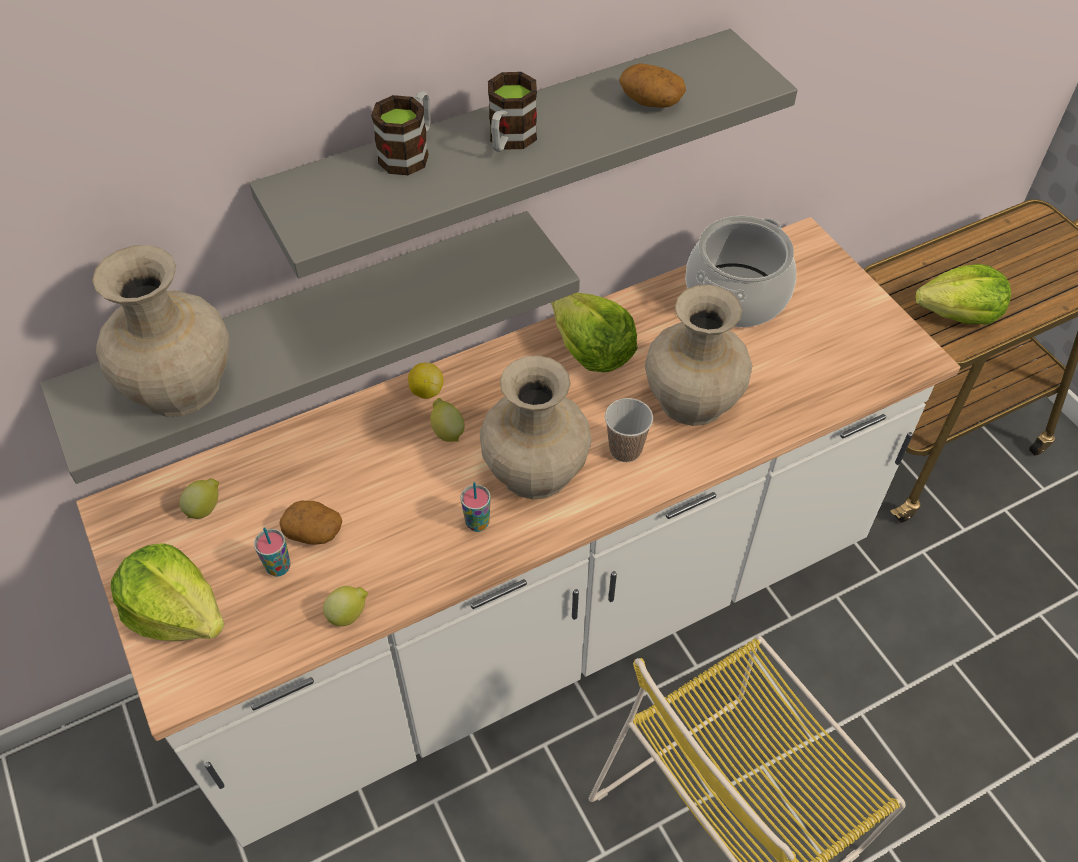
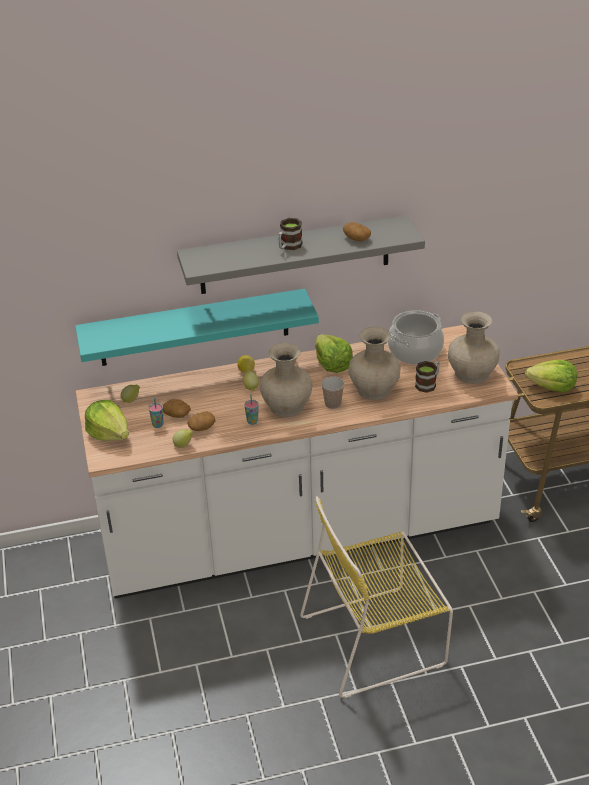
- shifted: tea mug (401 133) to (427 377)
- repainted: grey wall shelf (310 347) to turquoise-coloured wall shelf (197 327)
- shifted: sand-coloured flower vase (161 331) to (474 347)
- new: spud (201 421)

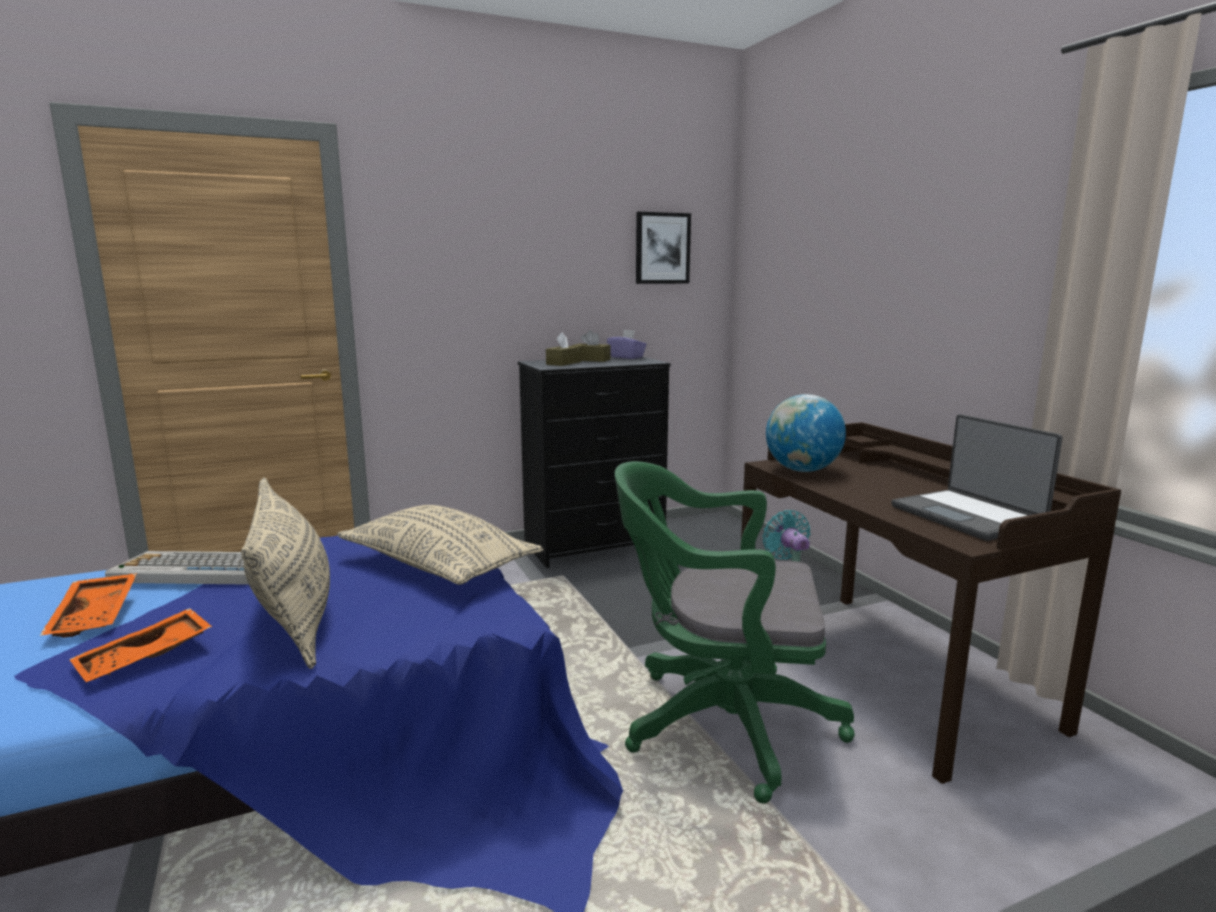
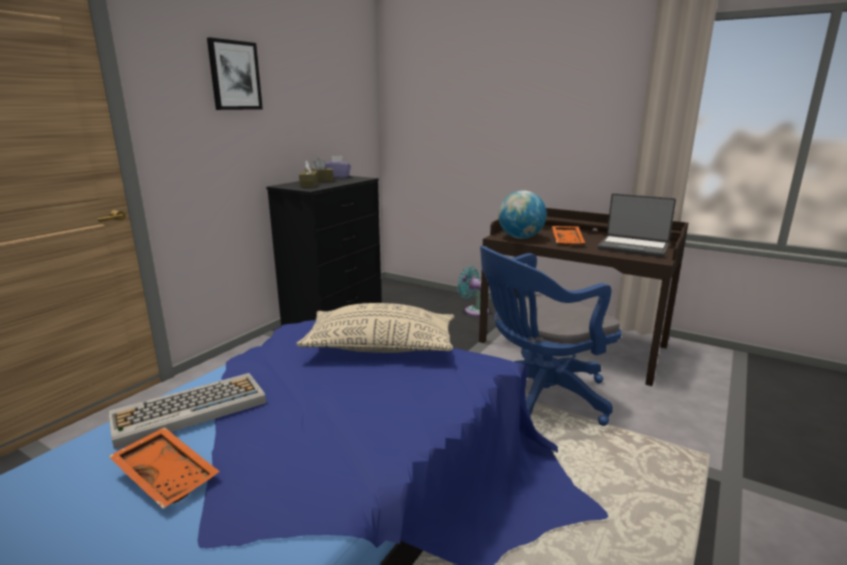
- shifted: picture (663 248) to (235 73)
- repainted: green desk chair (735 632) to blue desk chair (551 336)
- gone: sand-coloured cushion (285 573)
- shifted: orange-coloured carrying tray (140 645) to (568 236)

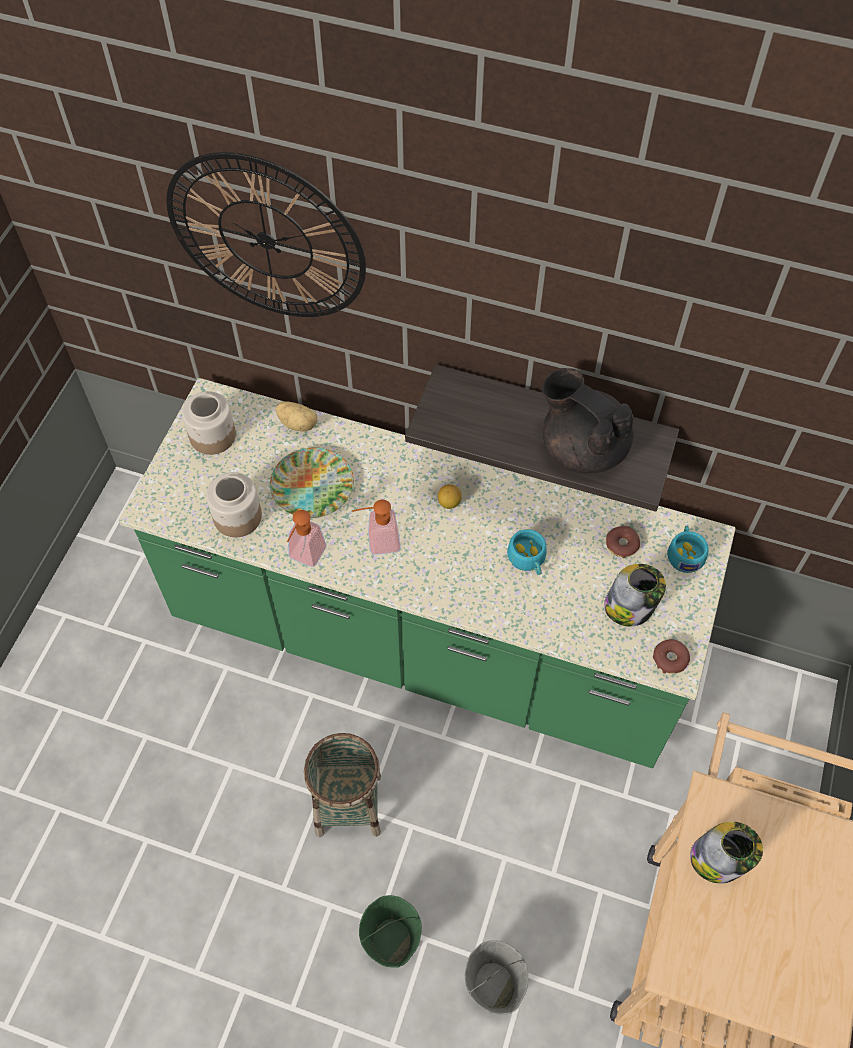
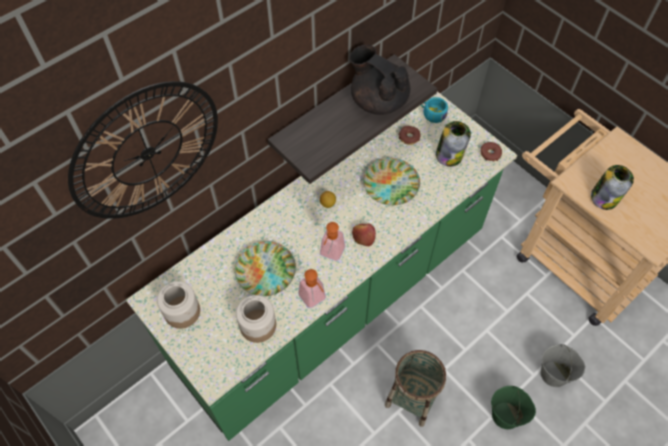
- rotated: blackish tea pot (588 420) = (379 80) 60 degrees clockwise
- gone: spud (296 416)
- swapped: turquoise-coloured cup (527 552) to dinner plate (391 182)
- new: apple (364 235)

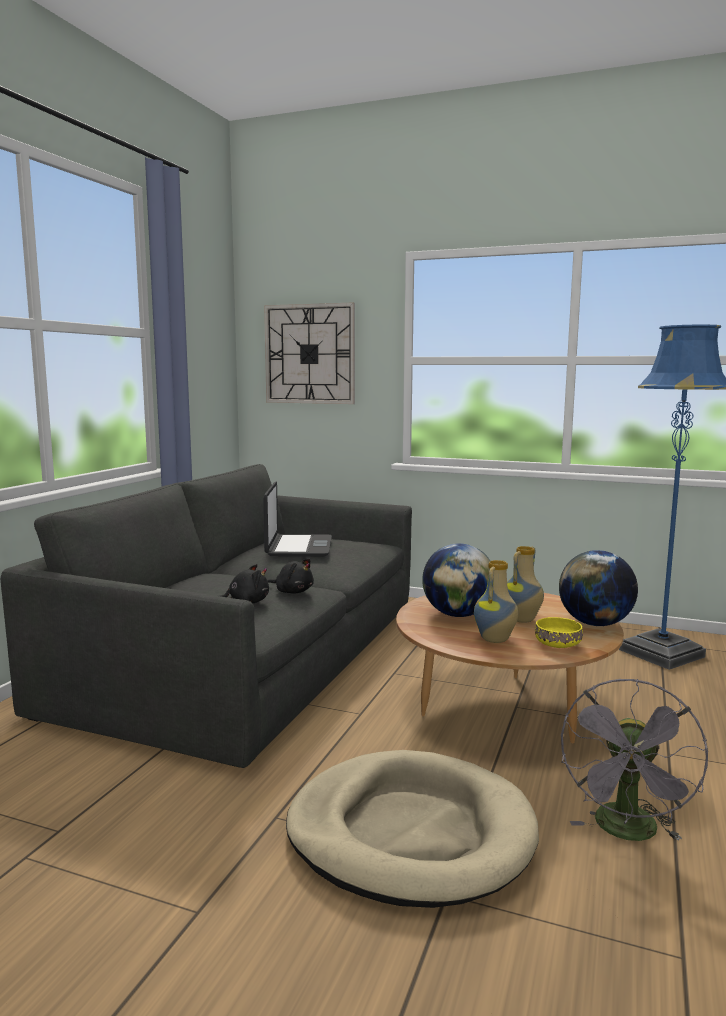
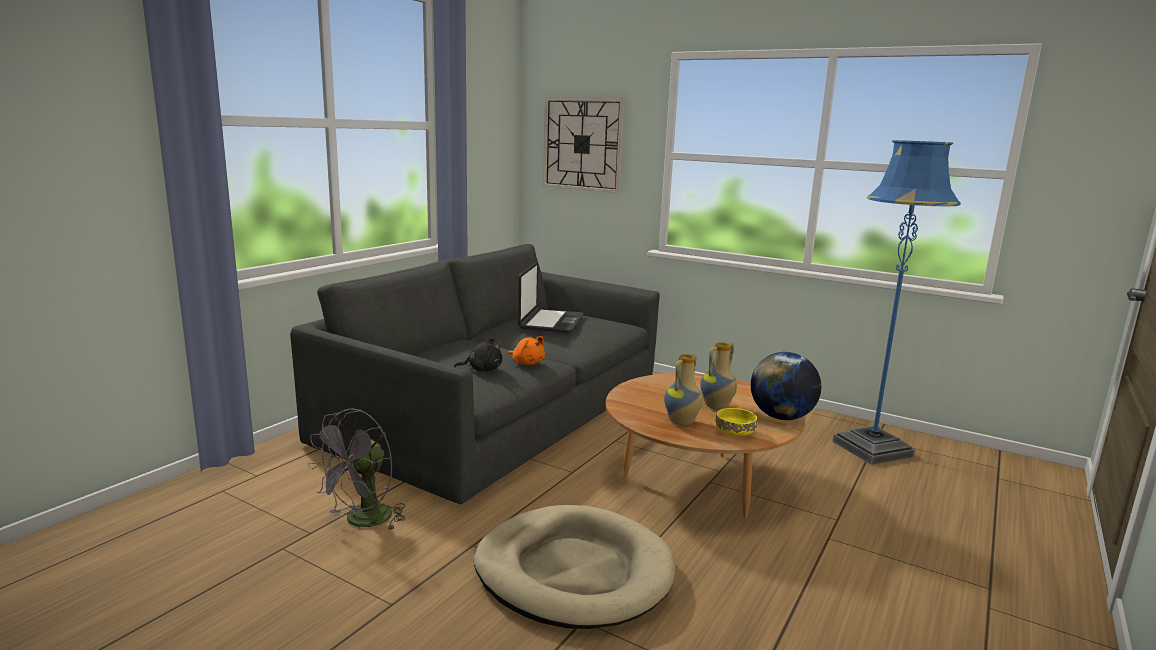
- gone: desk globe (456 580)
- repainted: blackish soft toy (291 576) to orange-coloured soft toy (526 350)
- shifted: grey fan (634 760) to (356 469)

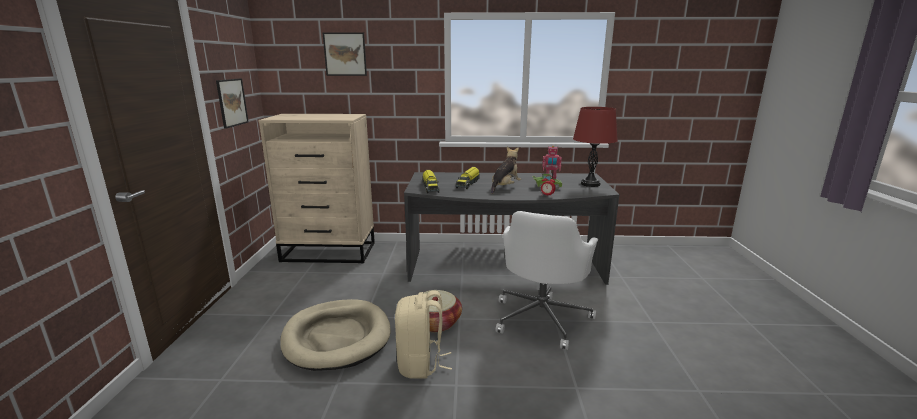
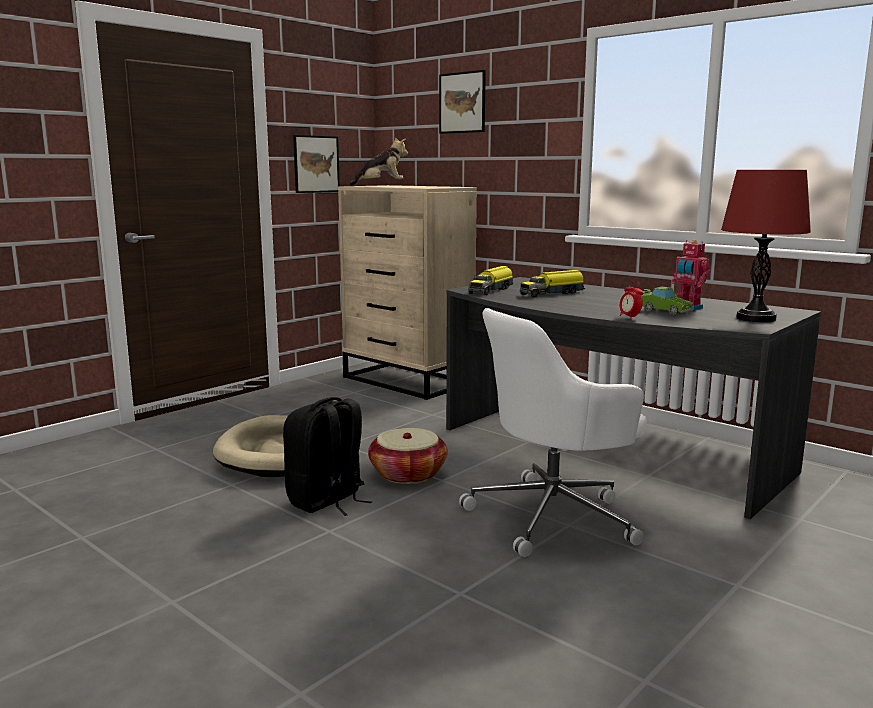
- shifted: soft toy (506 170) to (378 161)
- repainted: sand-coloured rucksack (423 334) to blackish rucksack (327 456)

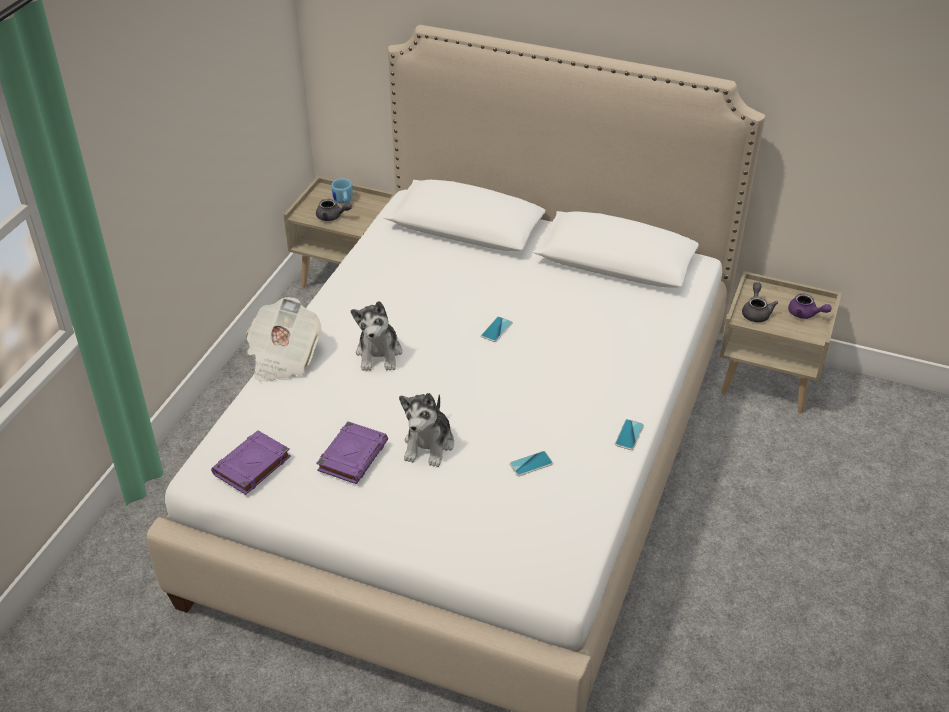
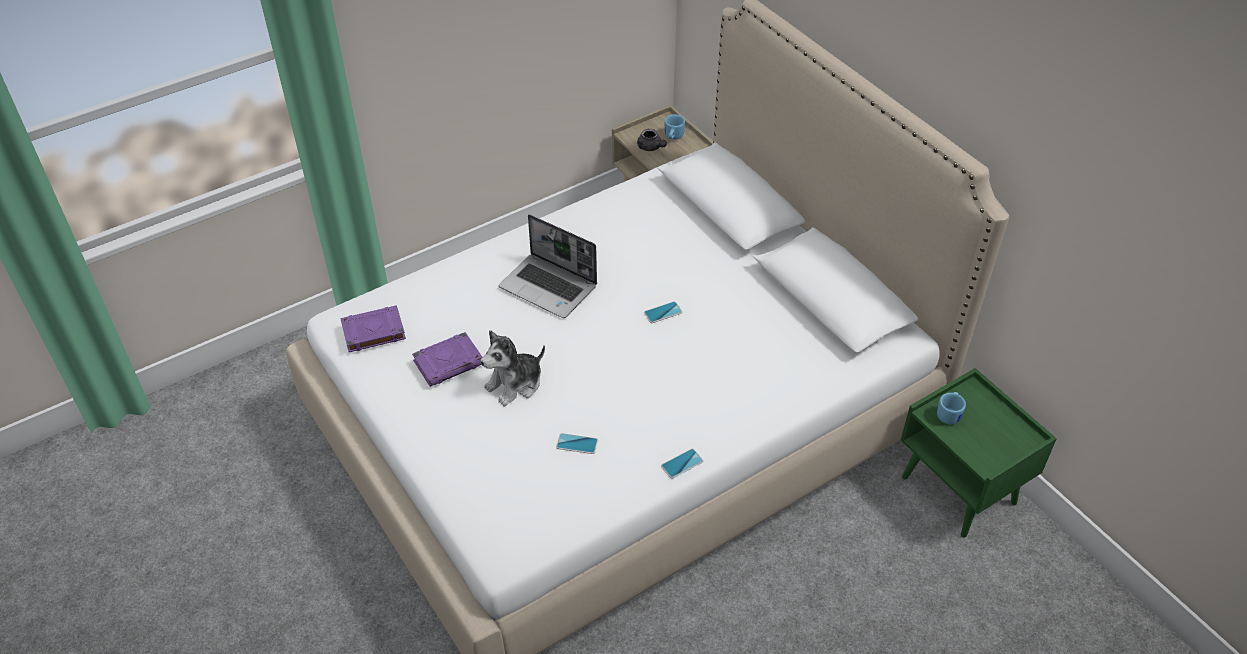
- repainted: sand-coloured night table (781 342) to green night table (979 453)
- swapped: grey tea pot (760 302) to blue tea mug (951 408)
- gone: purple-coloured tea pot (810 306)
- gone: daily paper (284 339)
- swapped: soft toy (376 336) to portable computer (548 266)

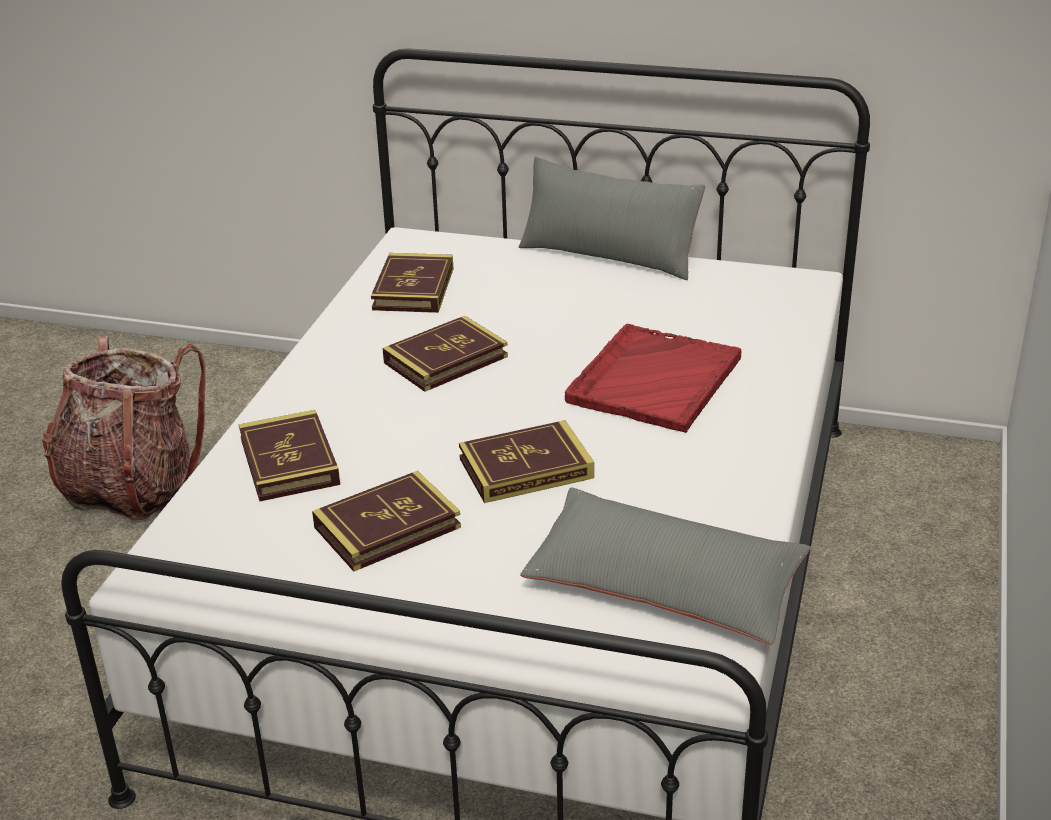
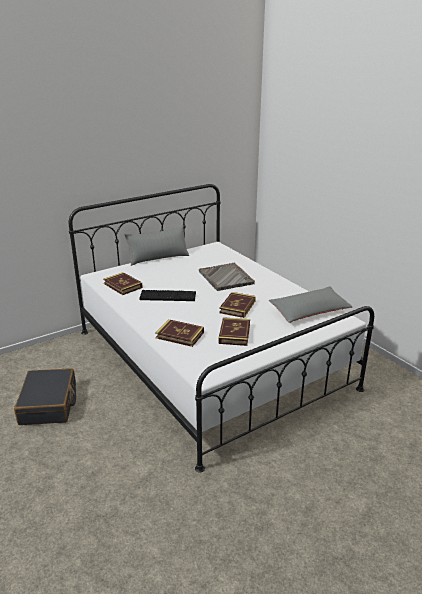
- swapped: volume (445 354) to keyboard (167 295)
- repainted: red-coloured carrying tray (653 378) to grey carrying tray (227 277)
- swapped: rucksack (123 427) to blackish travel case (45 396)

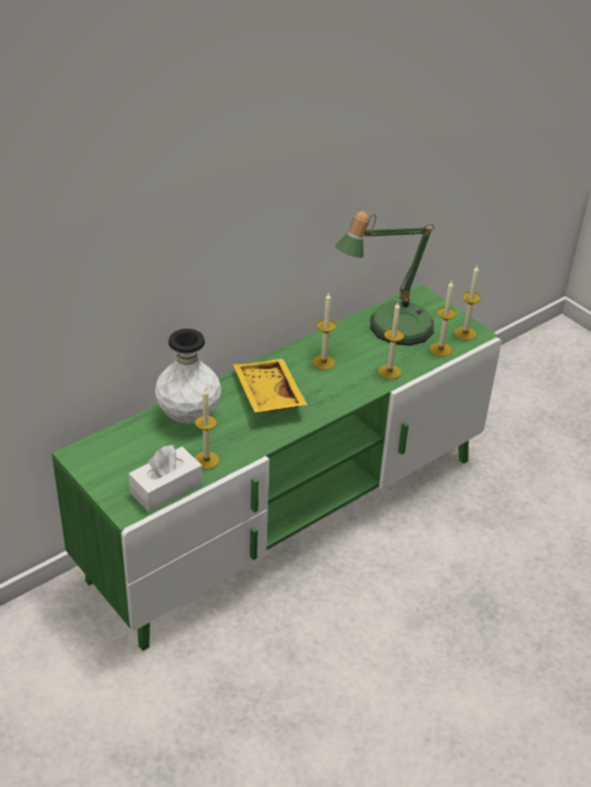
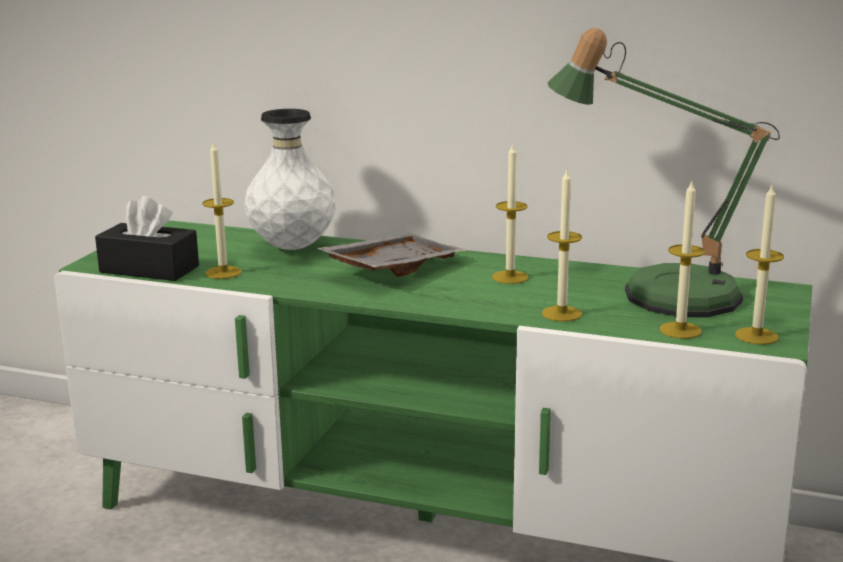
- repainted: yellow-coloured carrying tray (270 385) to grey carrying tray (391 254)
- repainted: white box of tissues (165 478) to blackish box of tissues (147 238)

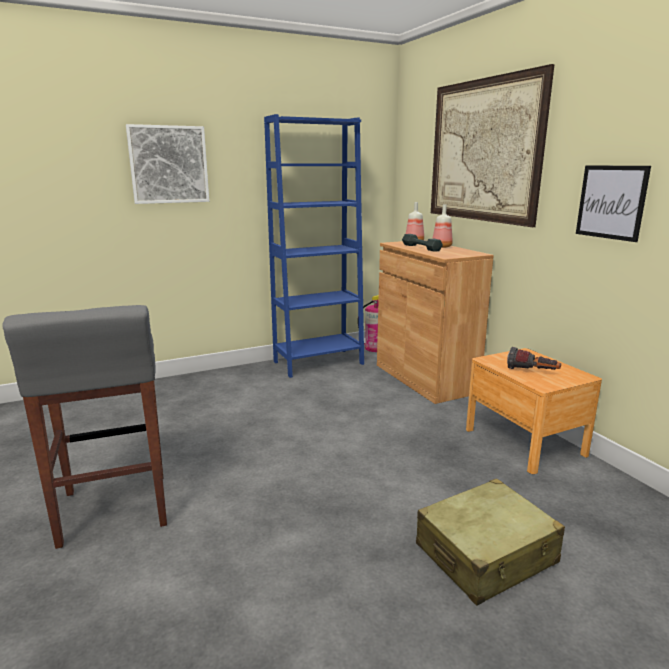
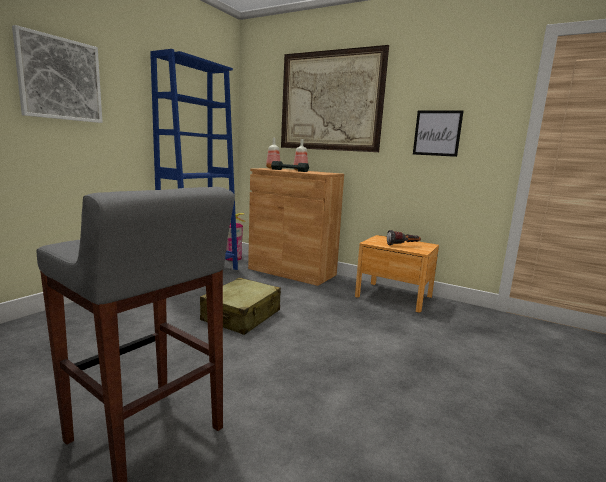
- shifted: sand-coloured travel case (490 541) to (240 306)

